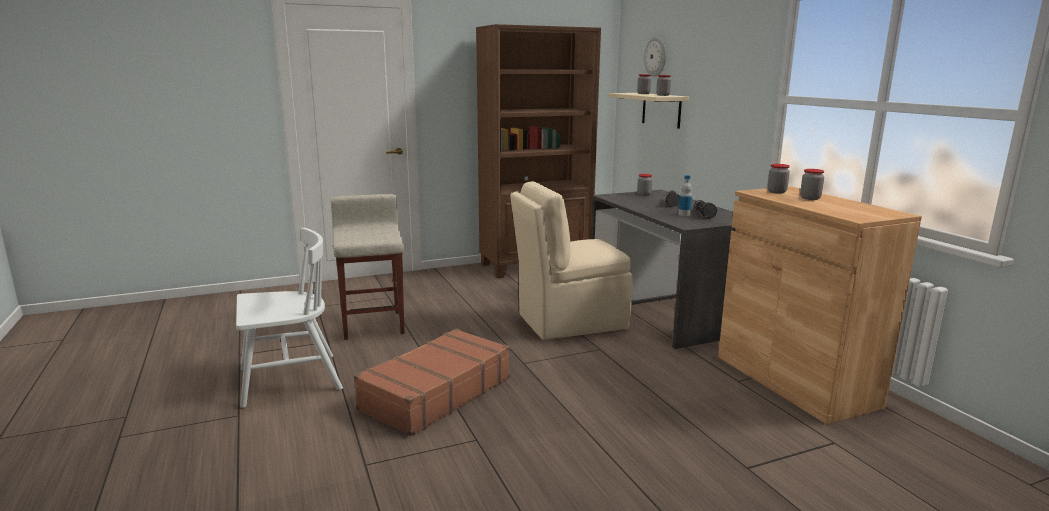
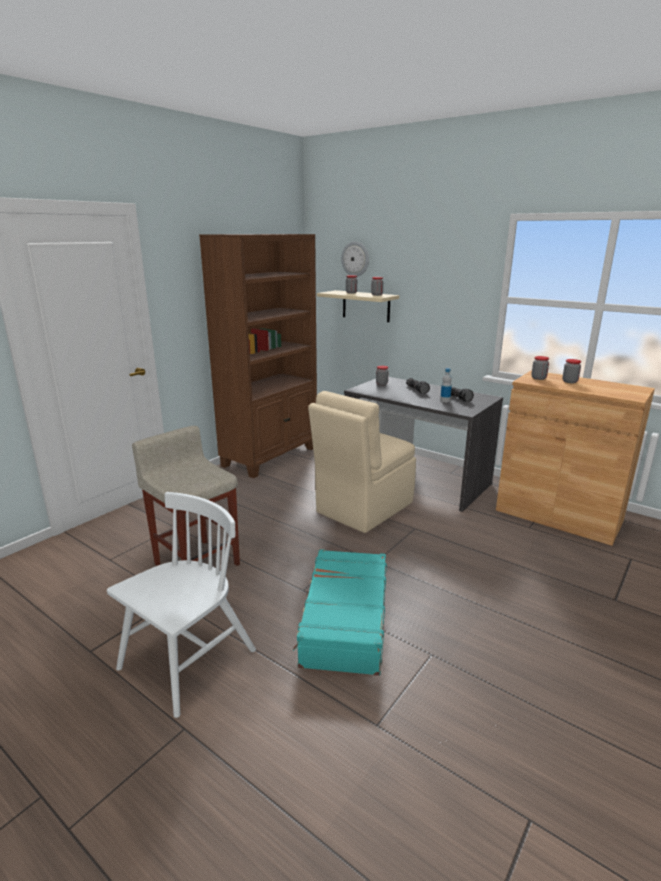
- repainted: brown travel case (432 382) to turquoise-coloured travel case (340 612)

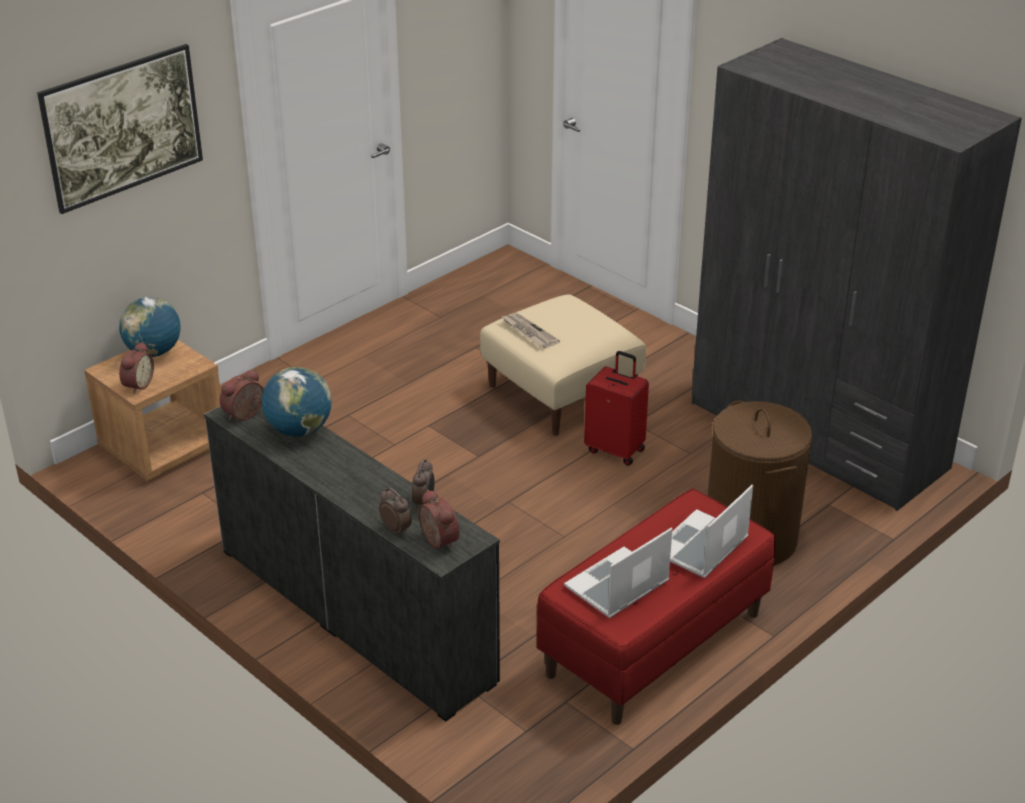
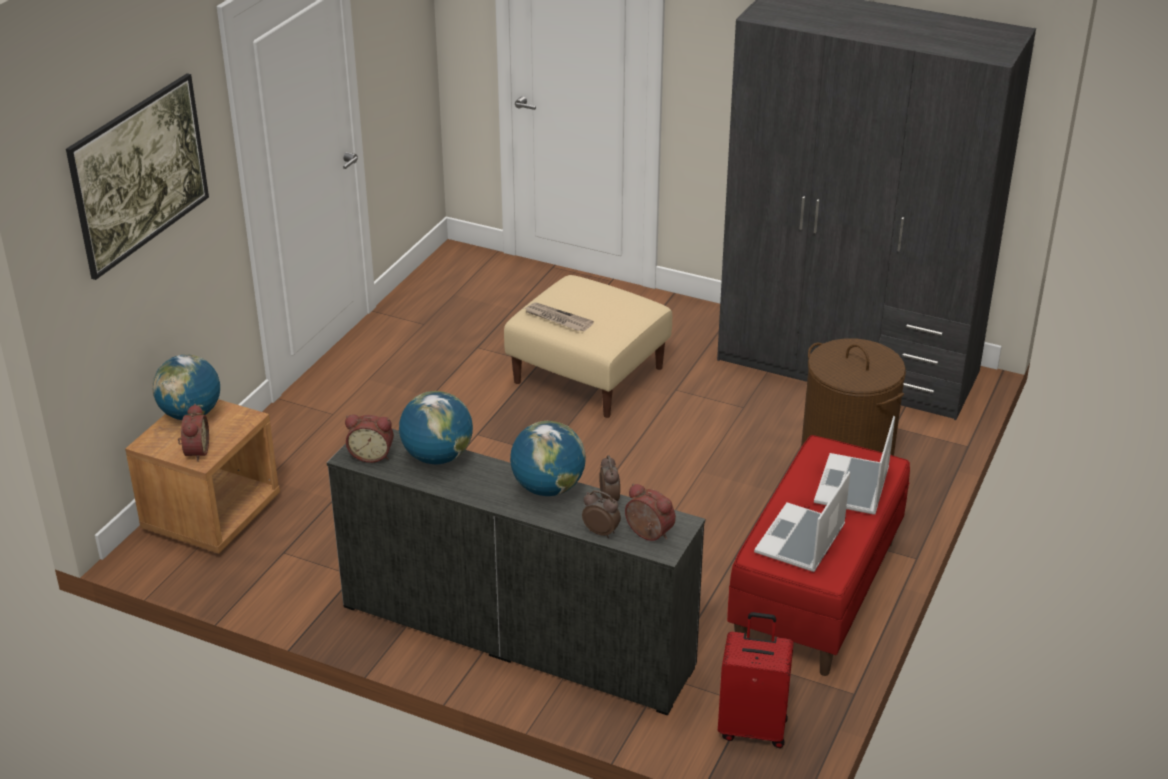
- shifted: red-coloured travel case (616 408) to (756 680)
- rotated: alarm clock (242 395) = (369 439) 105 degrees counterclockwise
- new: desk globe (548 458)

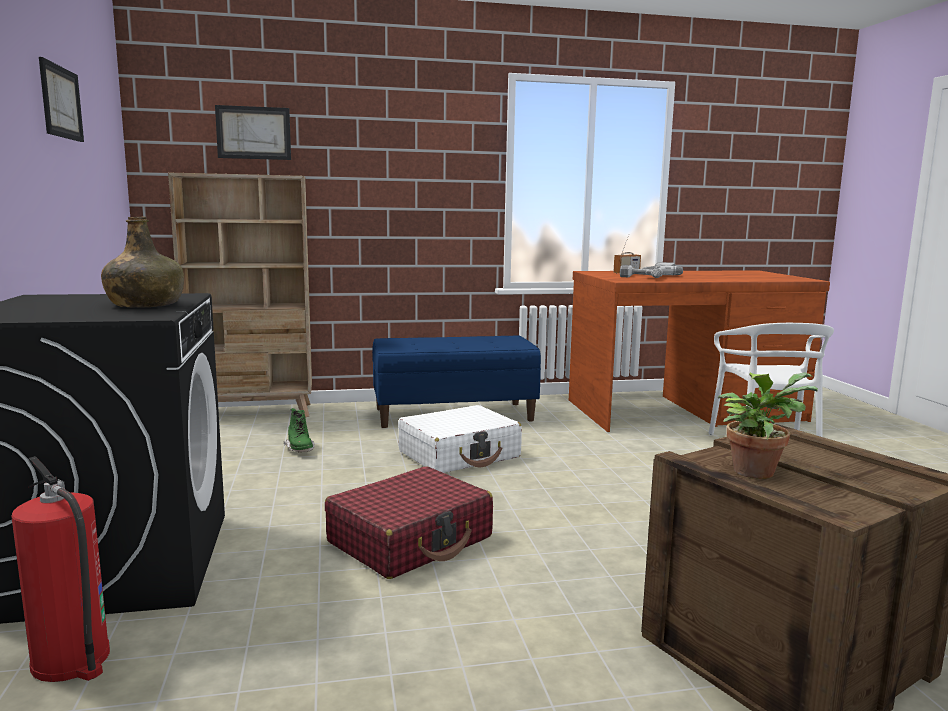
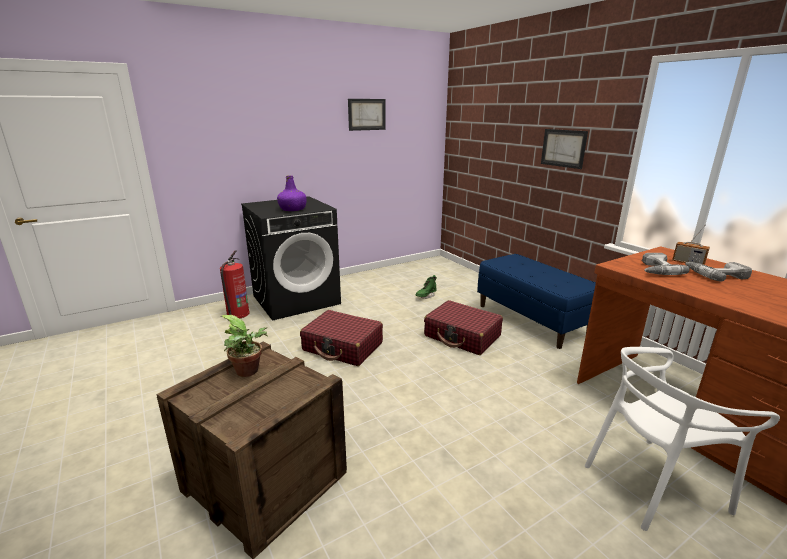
- shifted: picture (253 132) to (564 149)
- gone: sand-coloured shelving unit (240 295)
- repainted: green drink bottle (142 262) to purple-coloured drink bottle (292 193)
- repainted: white travel case (460 439) to red-coloured travel case (463 327)

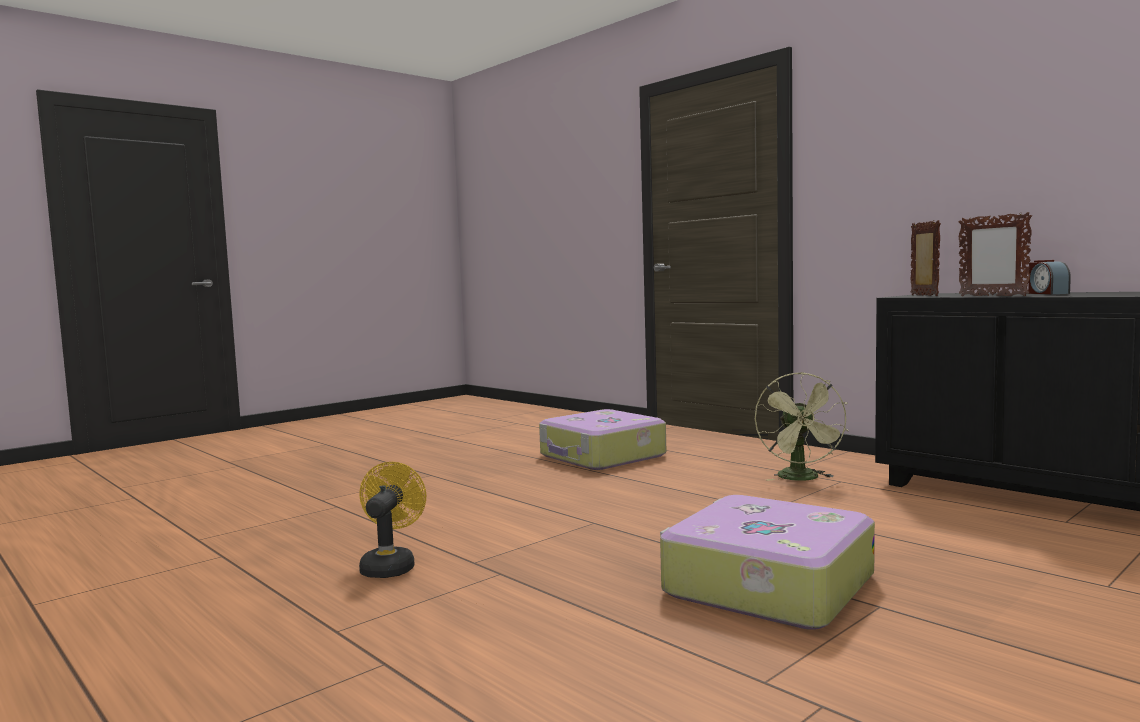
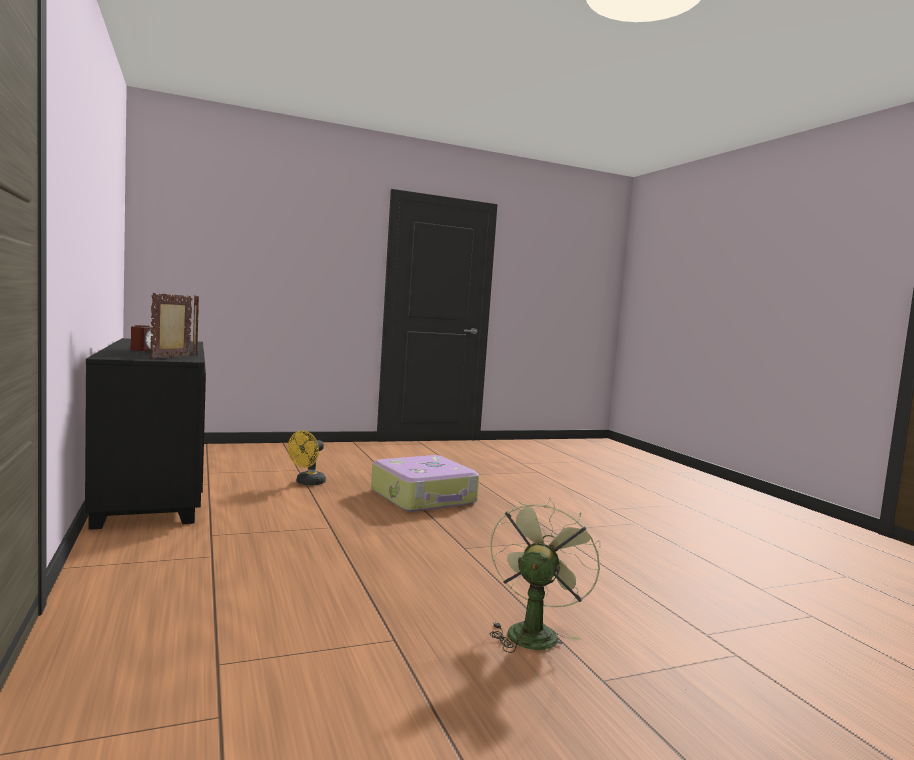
- shifted: green fan (801 426) to (545 575)
- gone: travel case (602 439)
- shifted: yellow-coloured fan (392 520) to (307 457)

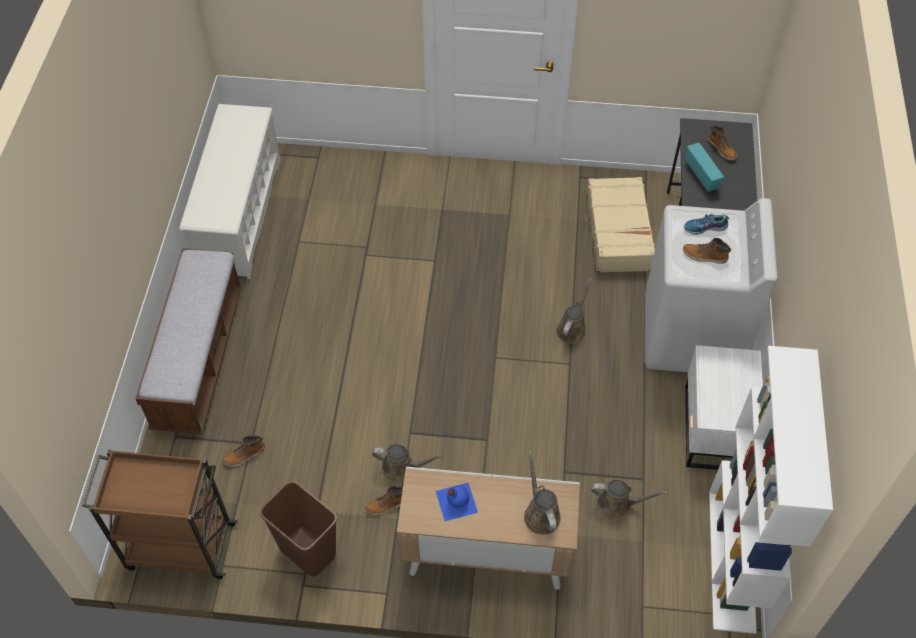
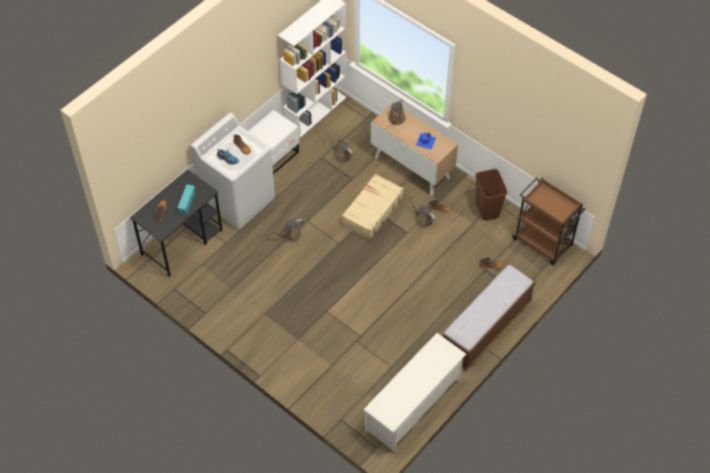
- shifted: sand-coloured travel case (620 225) to (372 206)

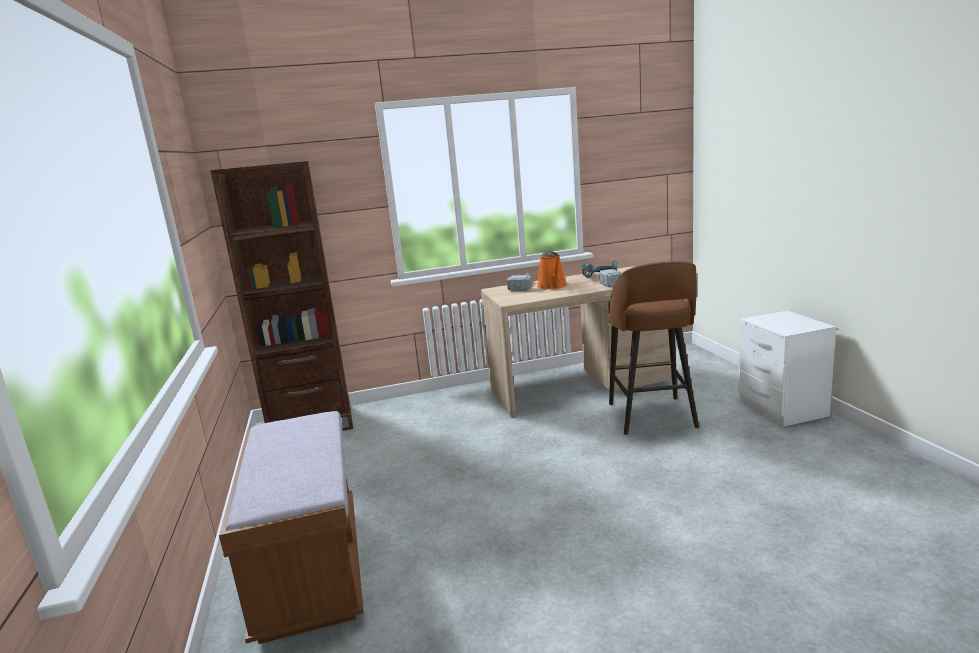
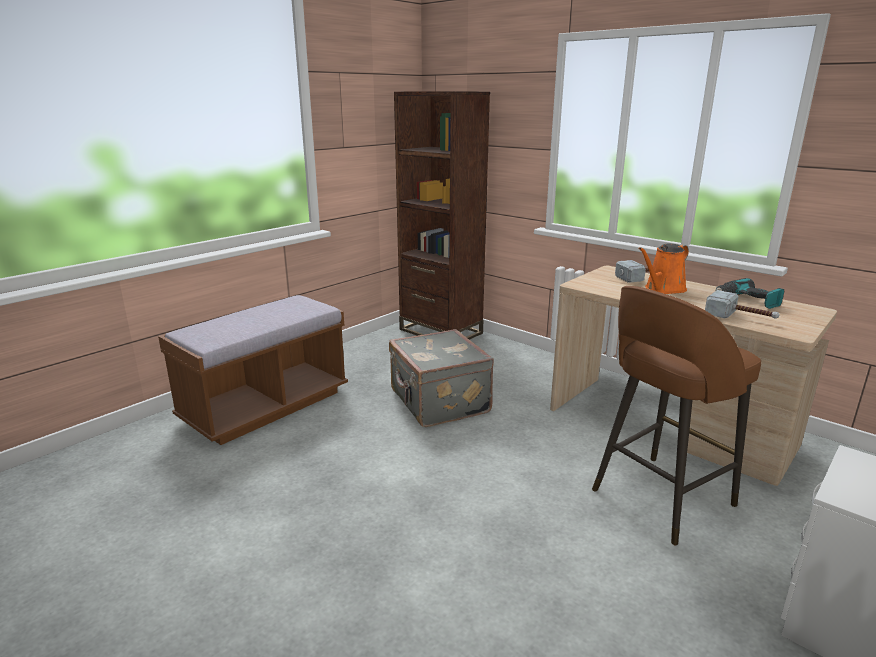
- new: grey travel case (441 378)

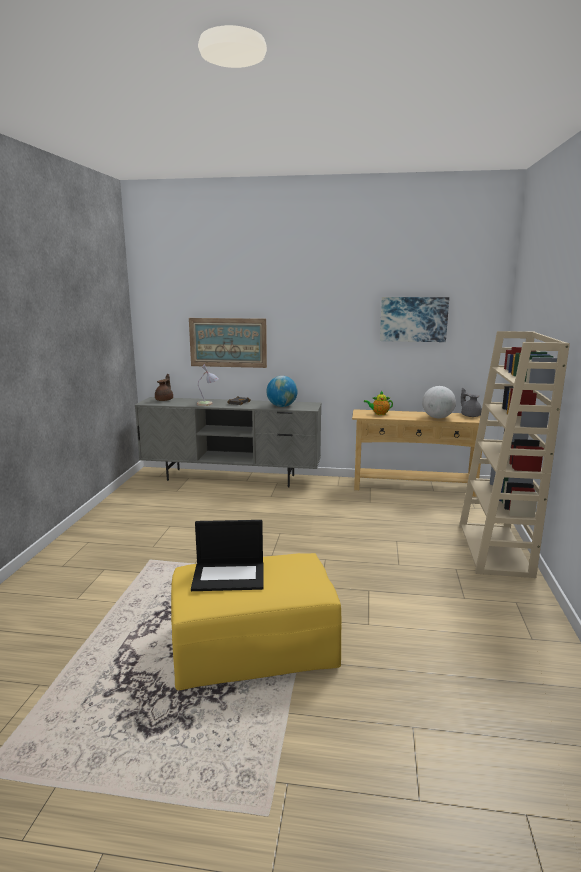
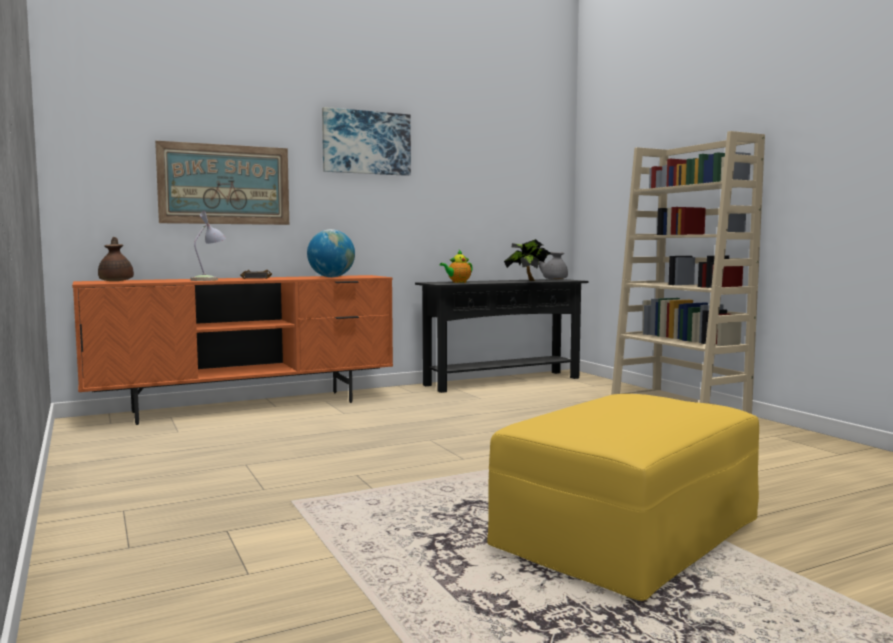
- shifted: picture (414 319) to (366 141)
- swapped: desk globe (439 402) to plant in a pot (527 260)
- repainted: grey media console (228 442) to orange-coloured media console (232 350)
- repainted: sand-coloured narrow table (417 453) to blackish narrow table (502 336)
- gone: portable computer (227 555)

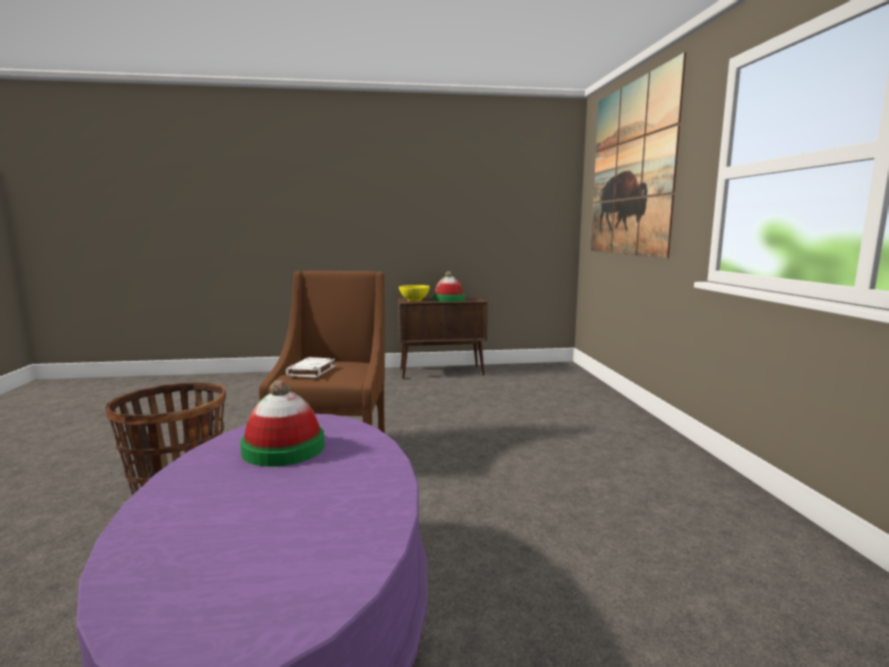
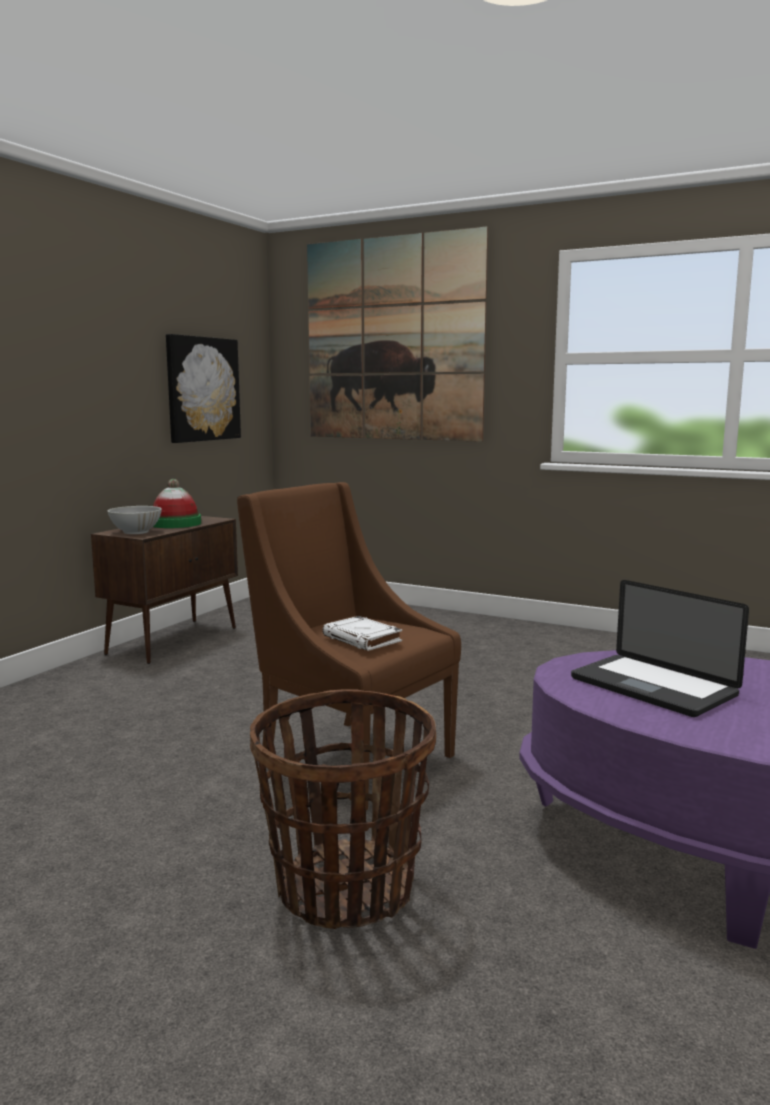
- repainted: yellow-coloured deep dish (414 293) to white deep dish (134 520)
- swapped: hat (282 423) to portable computer (660 648)
- new: picture (203 388)

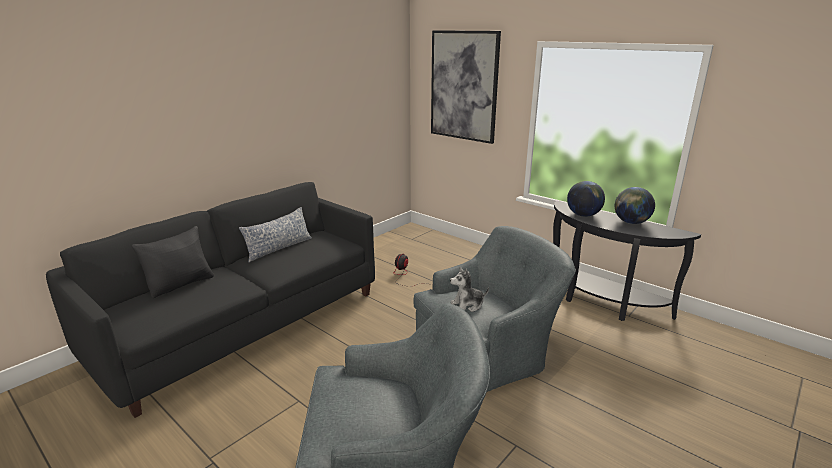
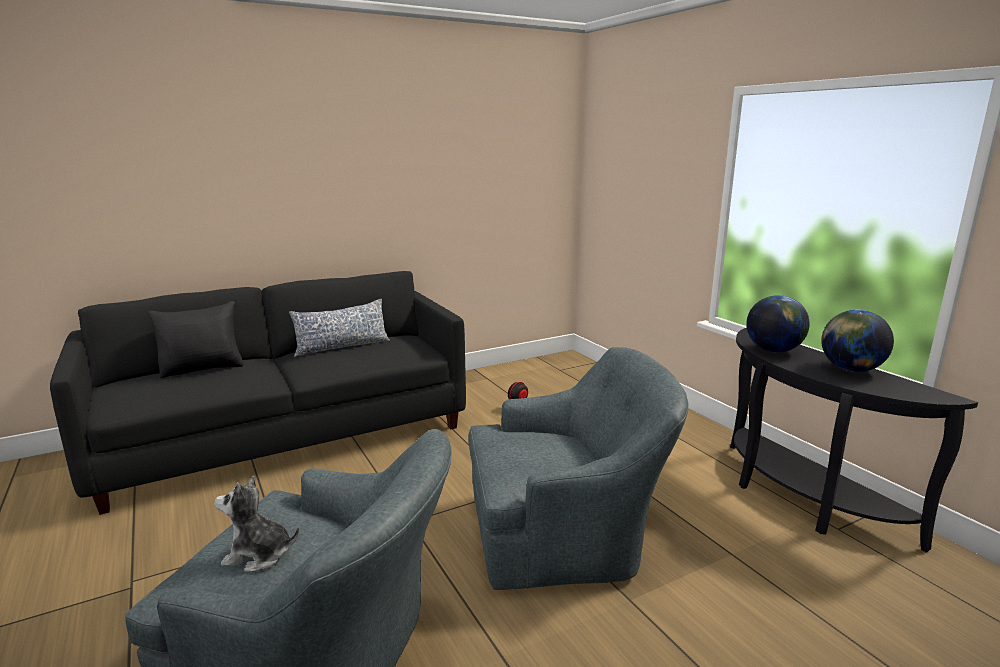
- gone: picture (466 87)
- shifted: soft toy (469 289) to (257 524)

